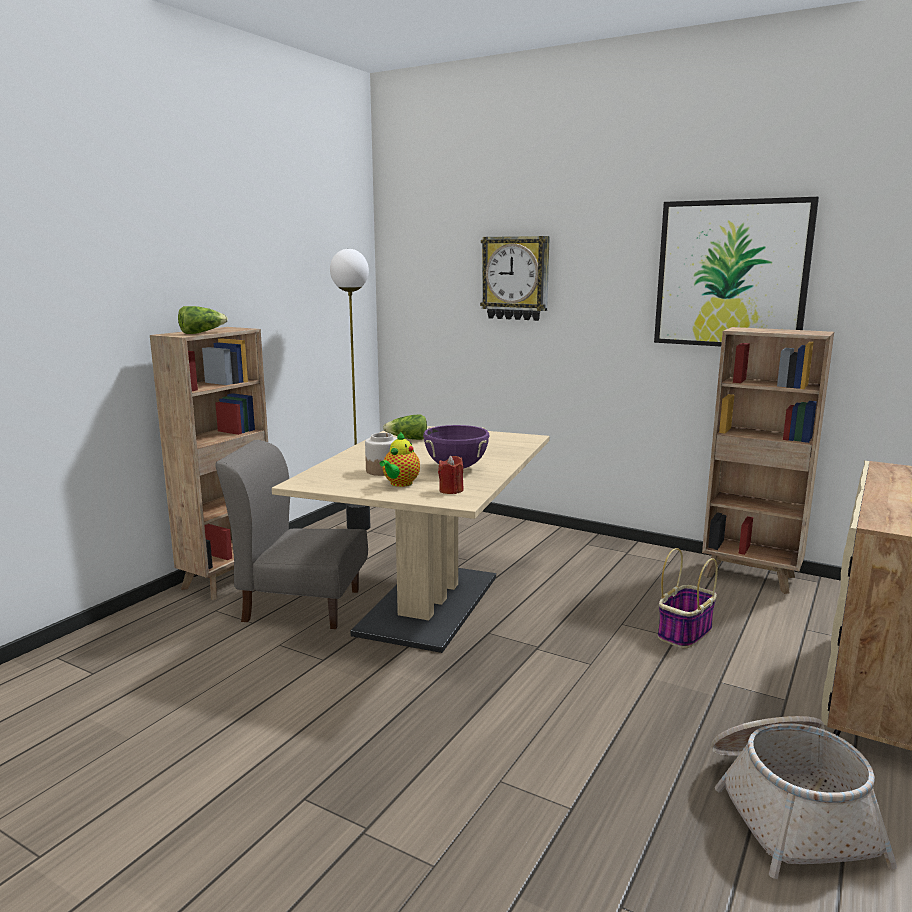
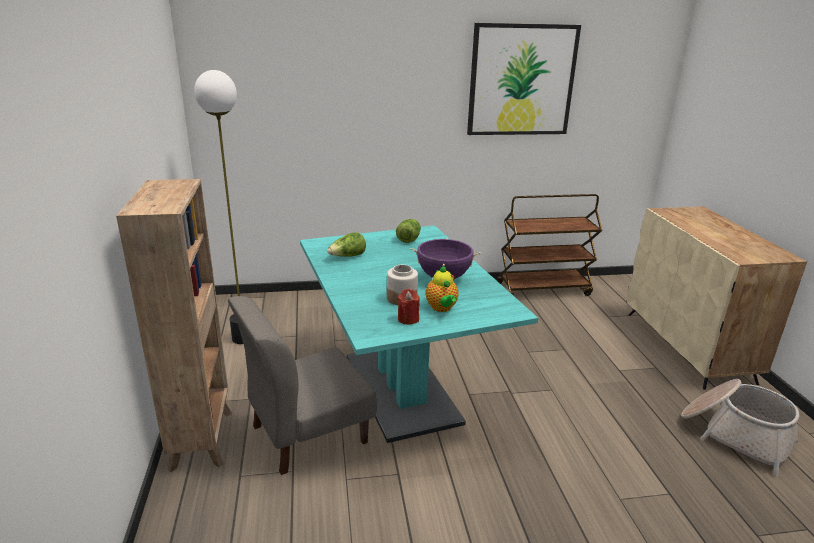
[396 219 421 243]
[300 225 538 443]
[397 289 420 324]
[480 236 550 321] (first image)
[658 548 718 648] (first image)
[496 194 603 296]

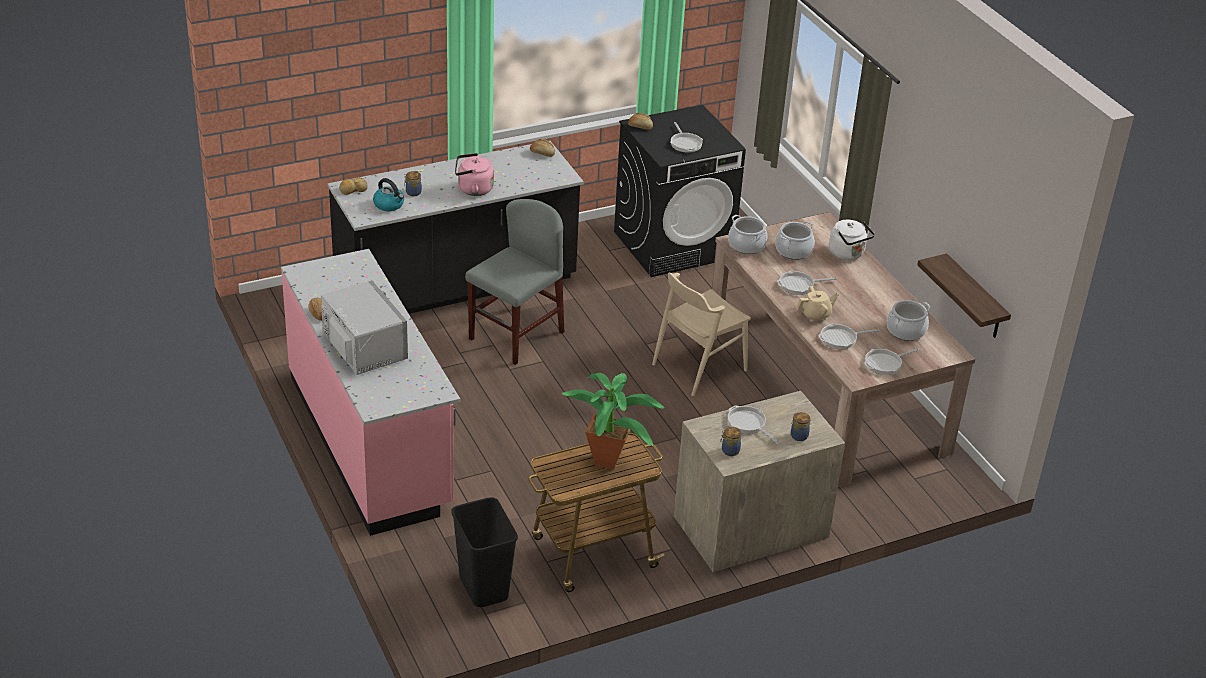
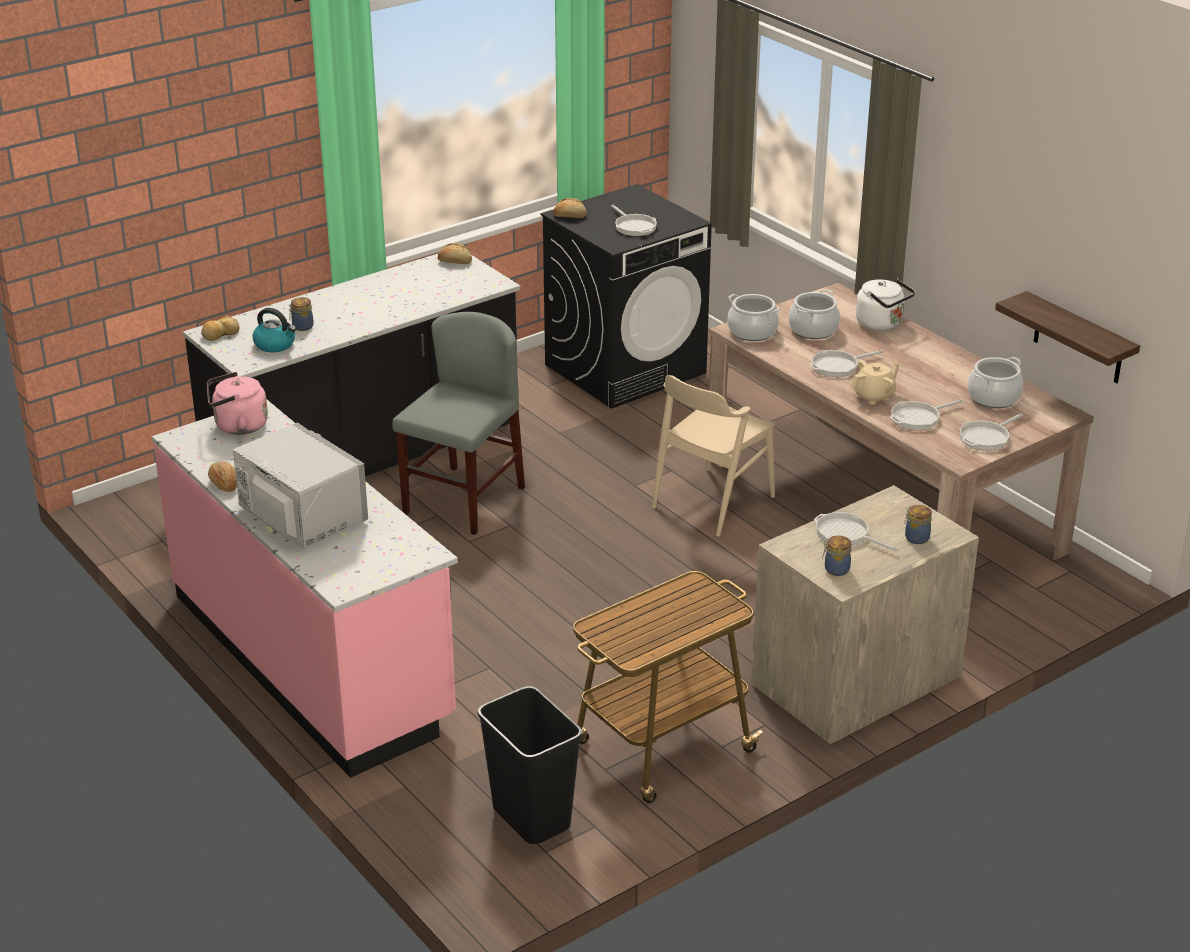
[207 372 268 435]
[561 373 664 470] (first image)

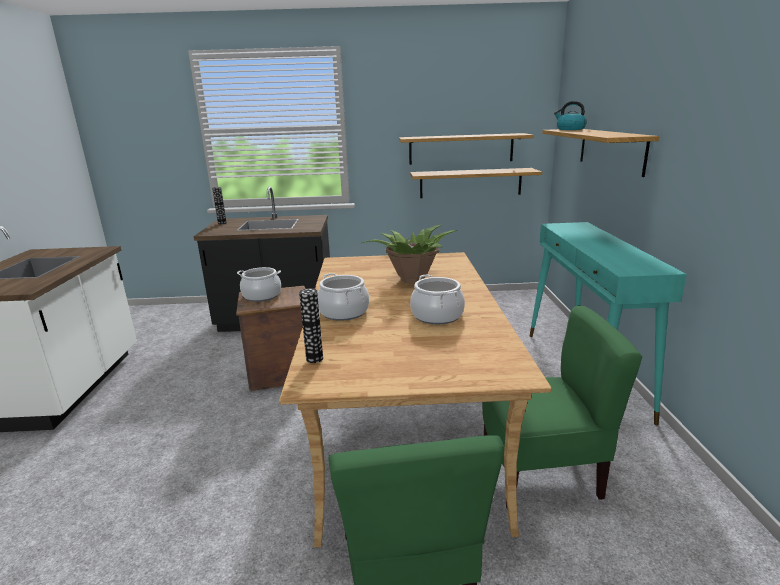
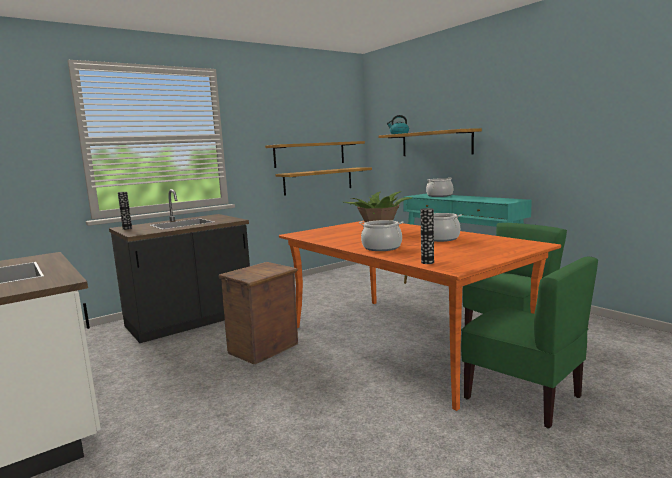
[426 178 453 197]
[279 221 561 411]

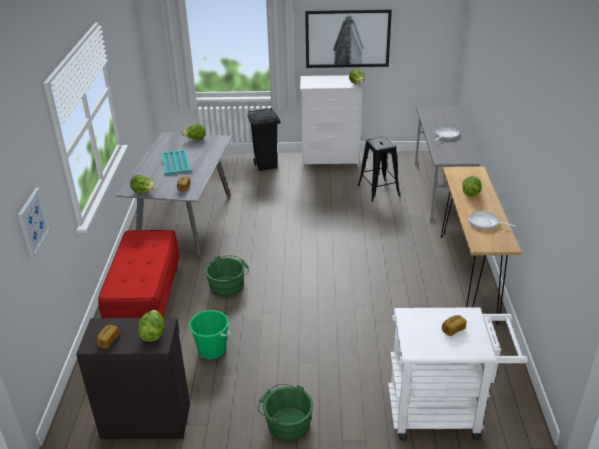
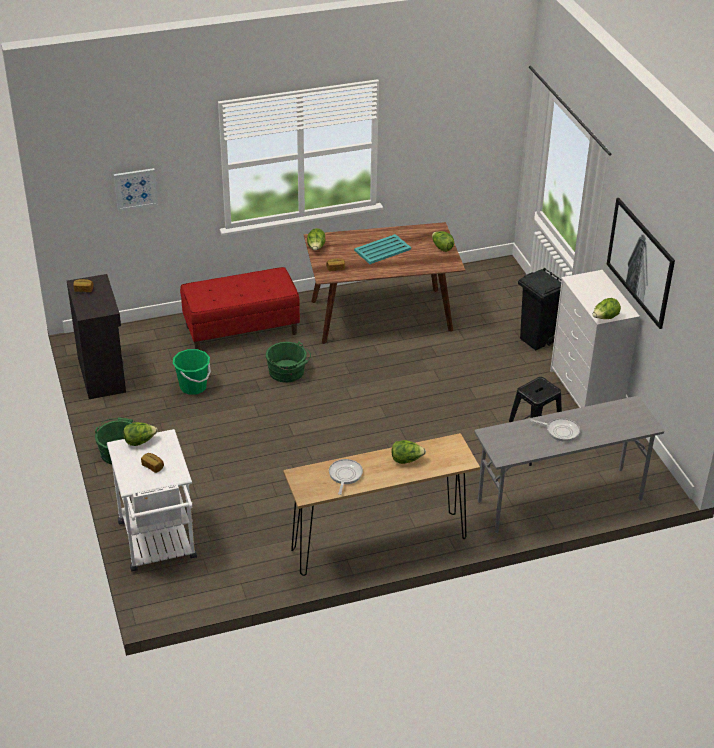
[304 222 466 344]
[123 422 158 446]

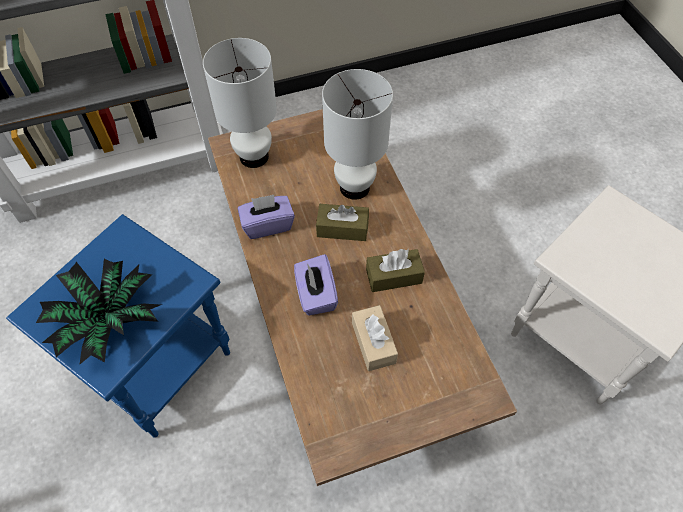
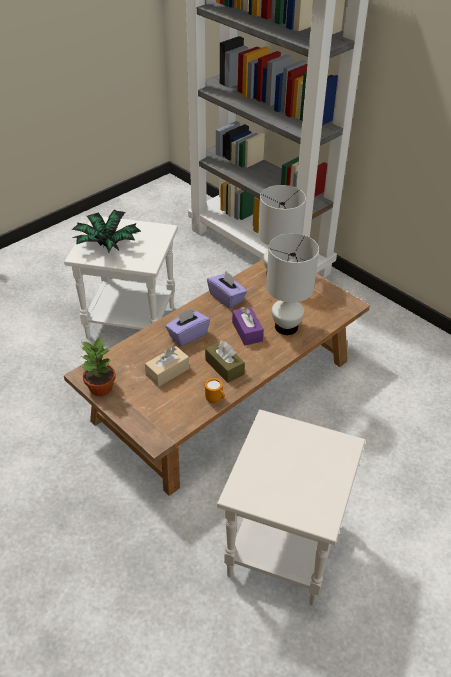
[64 216 178 339]
[232 307 264 346]
[81 336 116 396]
[205 378 225 404]

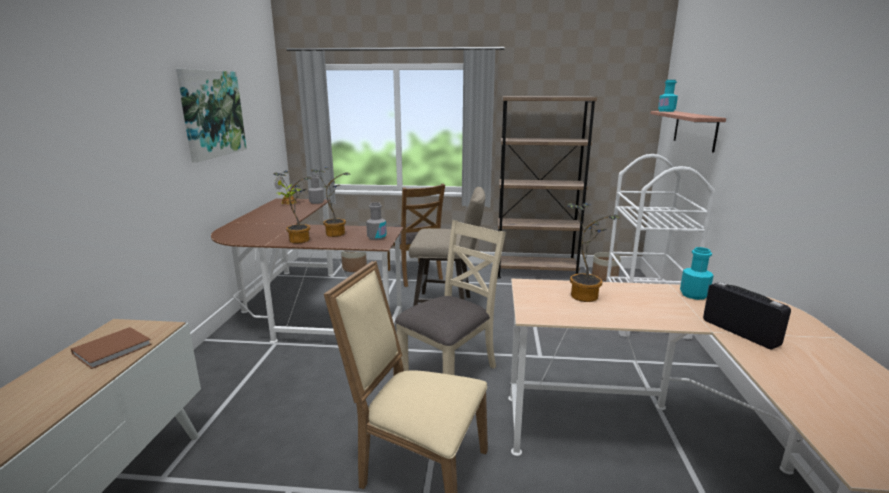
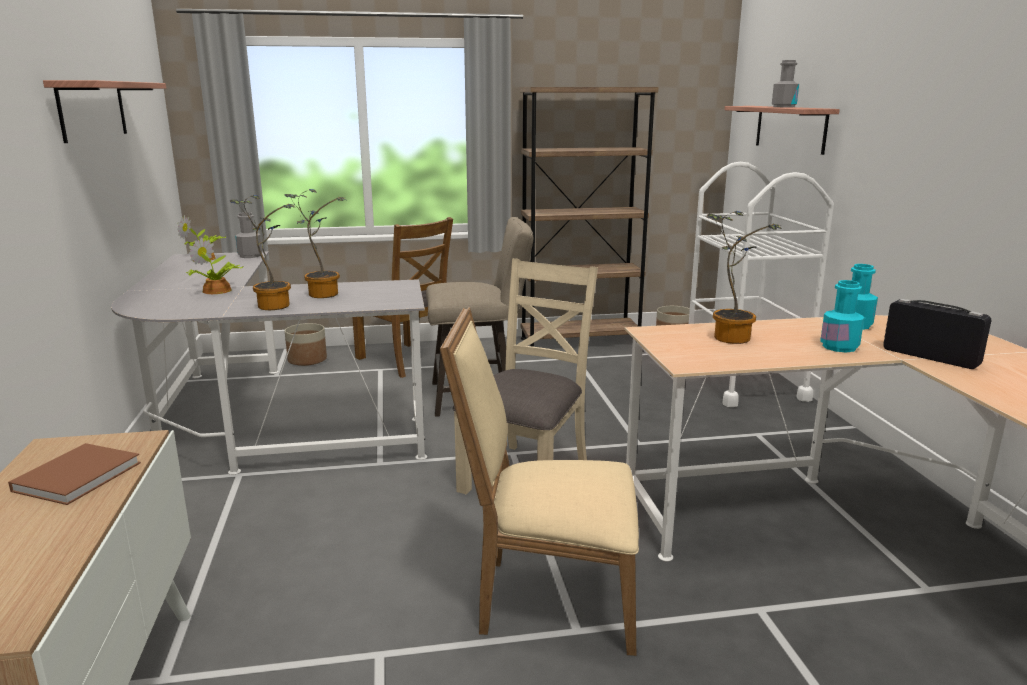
[43 80 166 143]
[111 251 427 475]
[772 60 799 107]
[820 280 864 353]
[186 237 243 294]

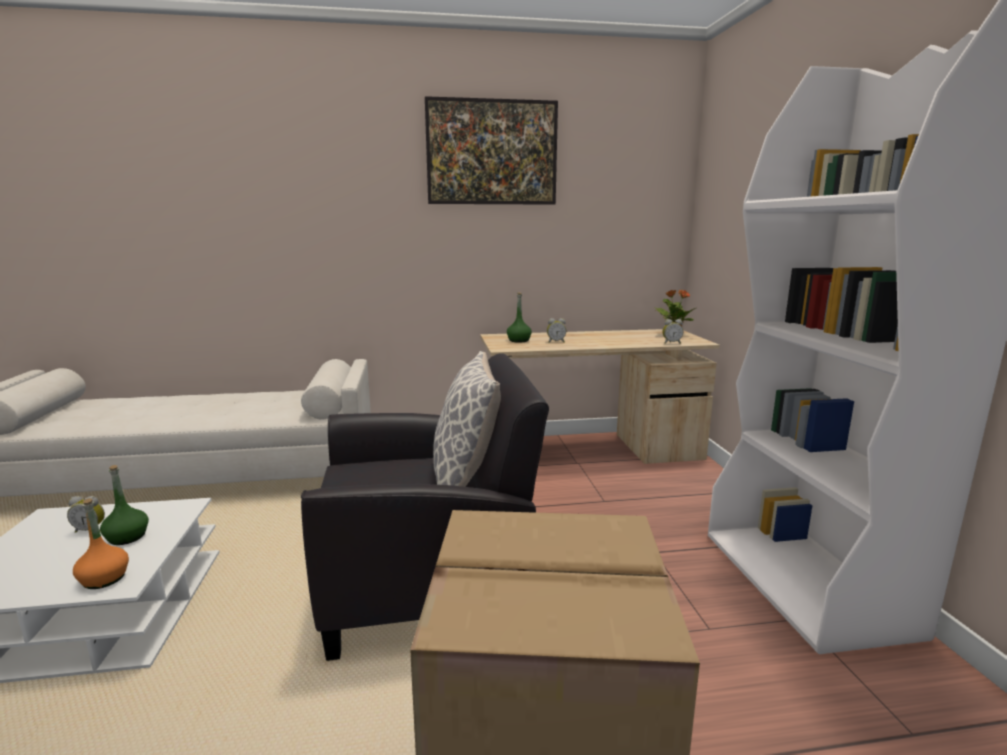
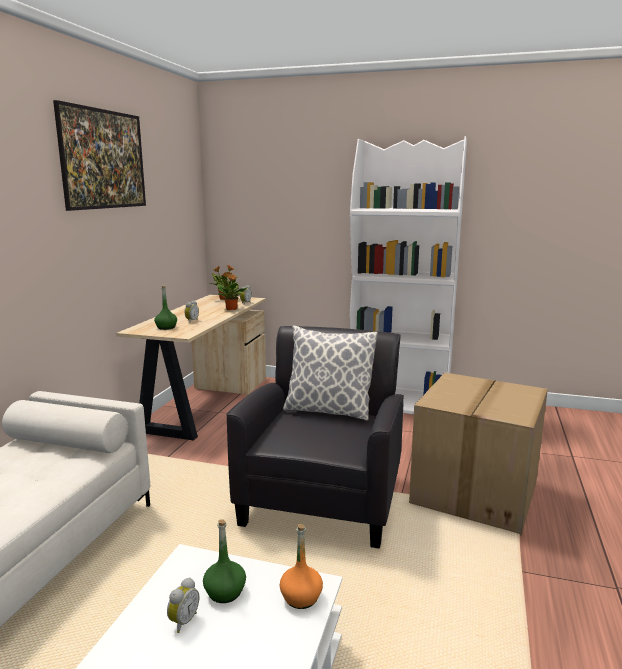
[217 272 248 310]

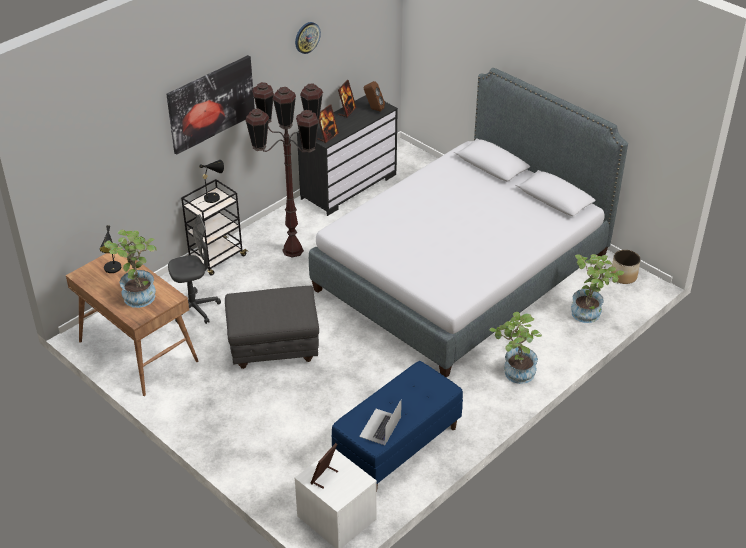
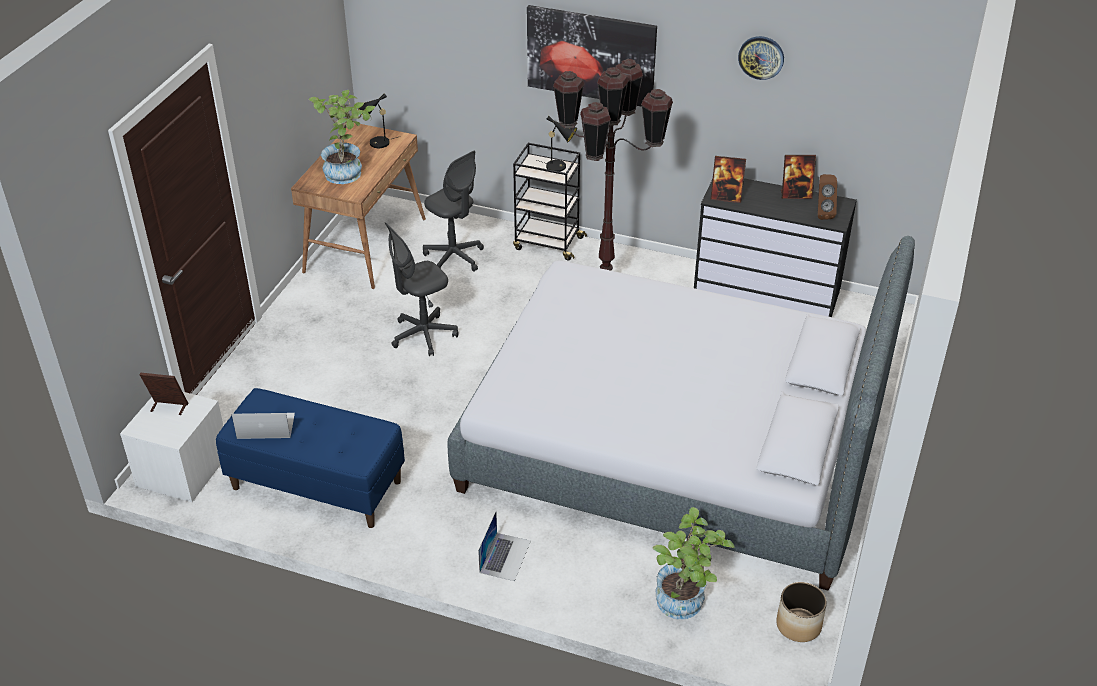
[385 222 459 356]
[478 511 531 581]

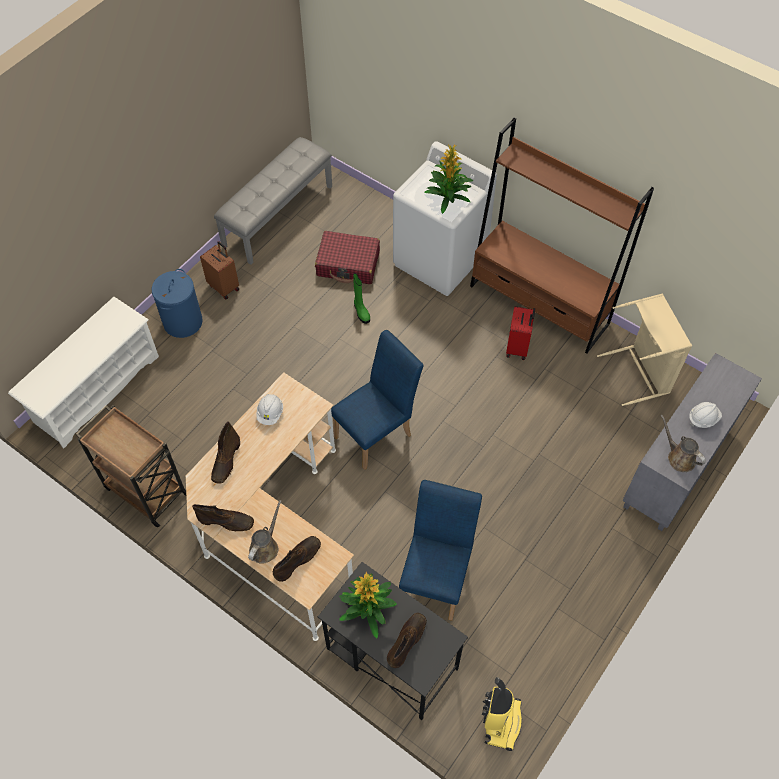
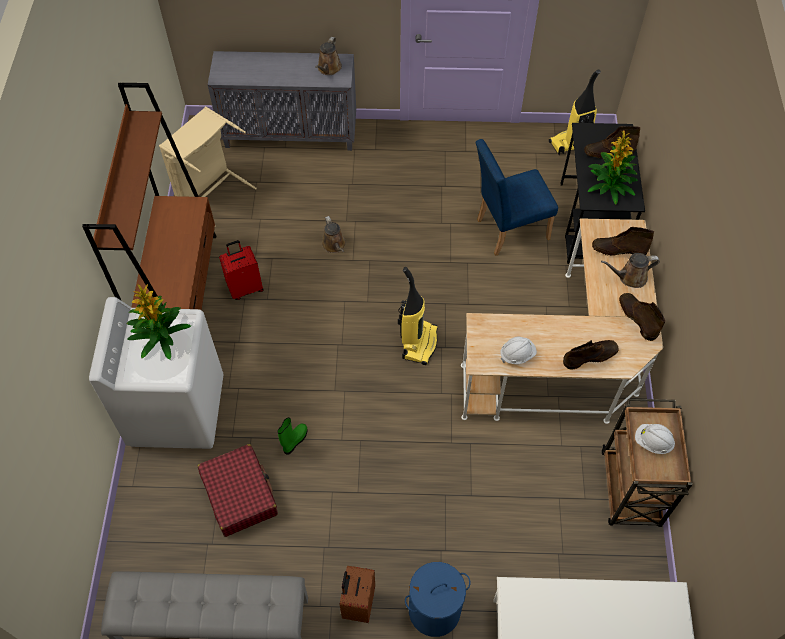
[398 267 438 365]
[635 424 675 454]
[322 216 346 253]

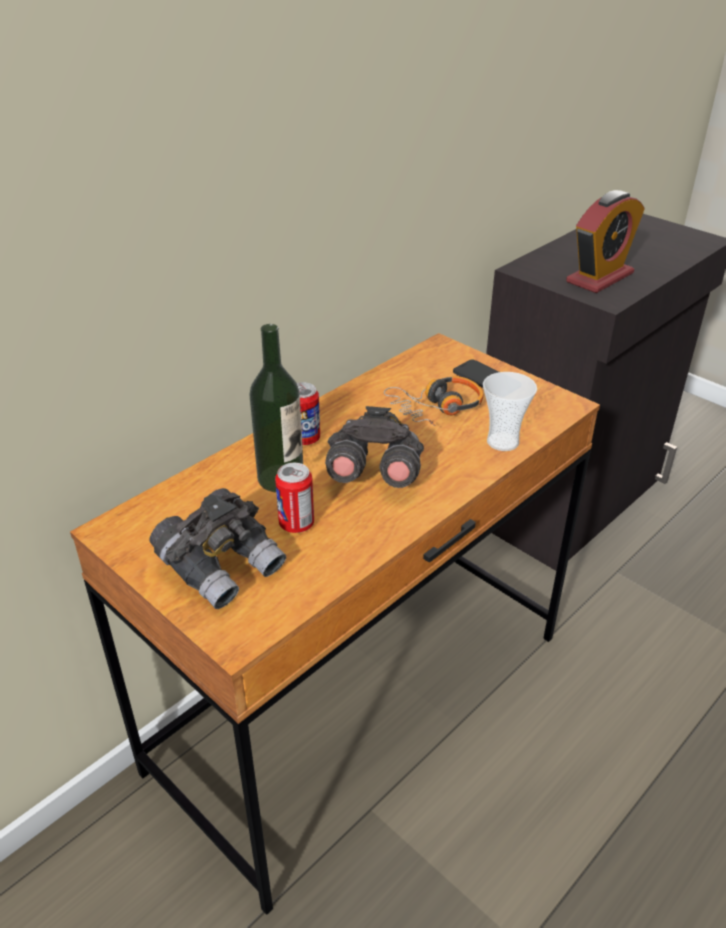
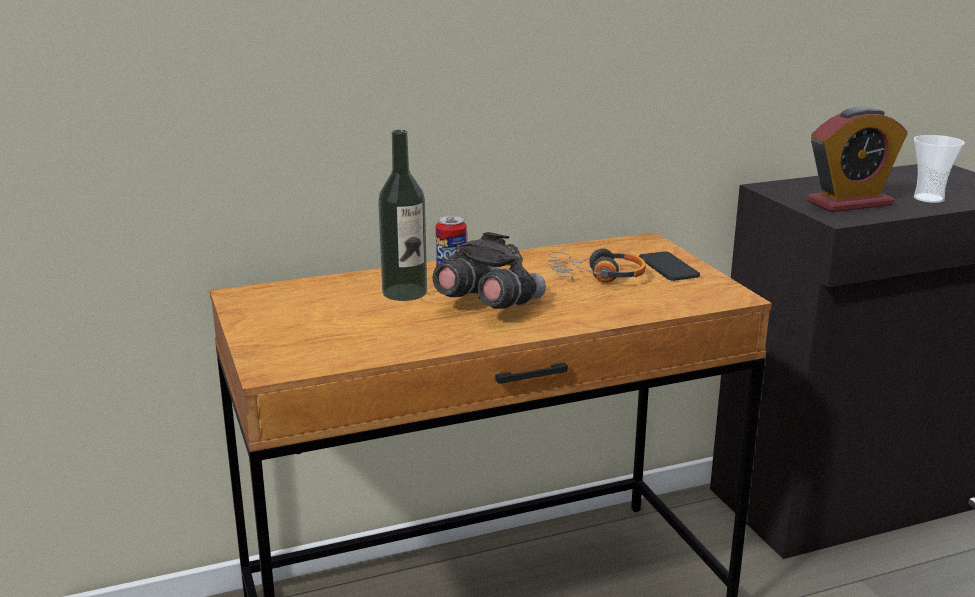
[149 488 286 609] (first image)
[275 463 314 533] (first image)
[914 135 964 203]

